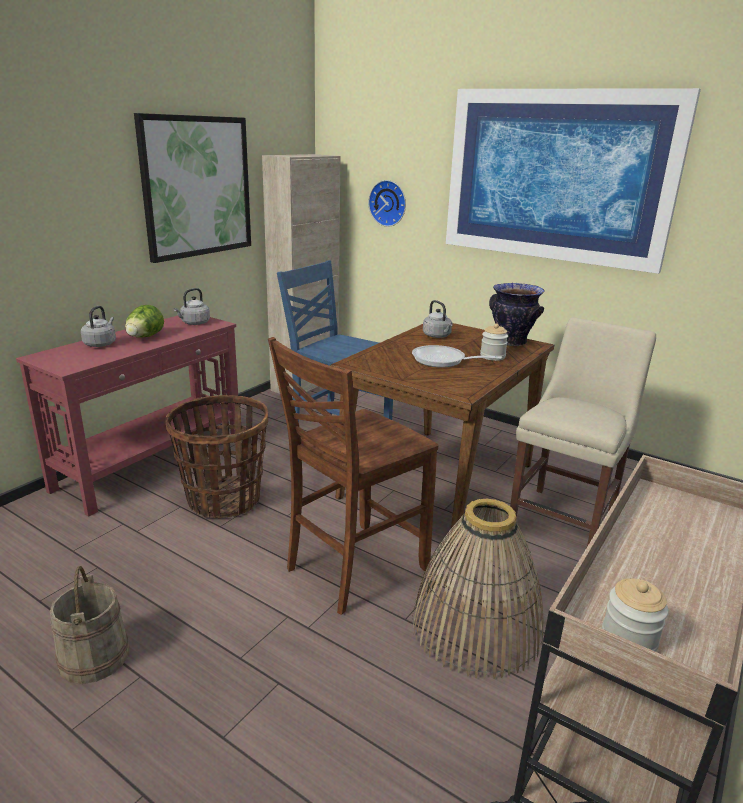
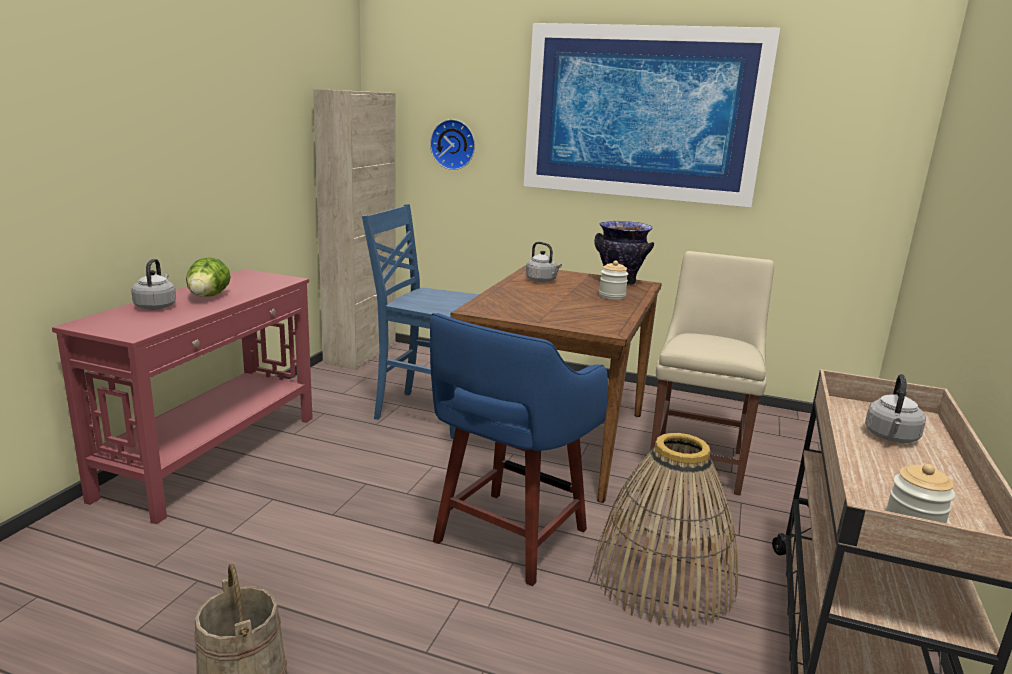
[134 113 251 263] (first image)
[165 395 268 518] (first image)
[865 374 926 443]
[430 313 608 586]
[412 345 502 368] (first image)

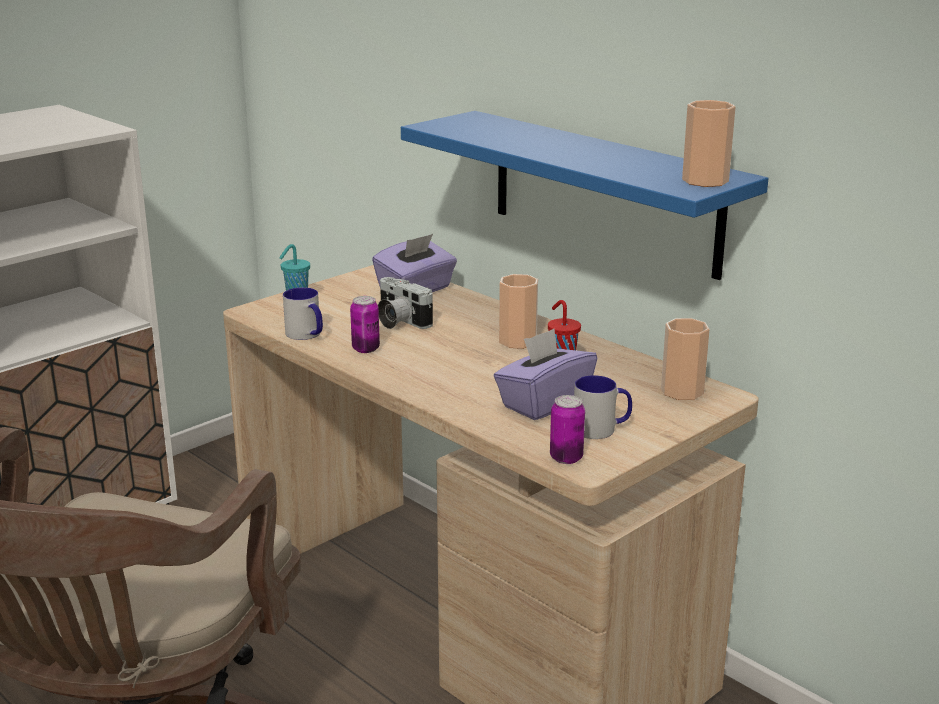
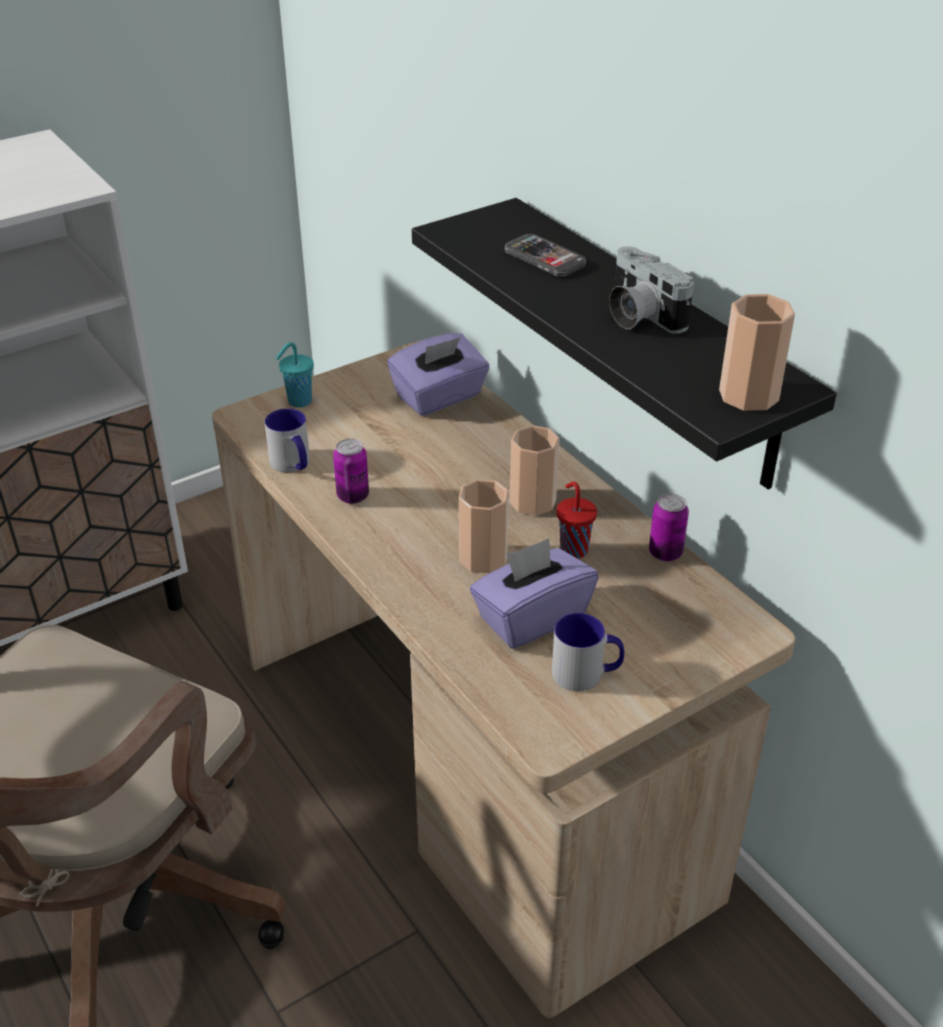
[609 246 694 334]
[412 198 837 489]
[649 494 689 562]
[459 479 509 573]
[505 234 586 277]

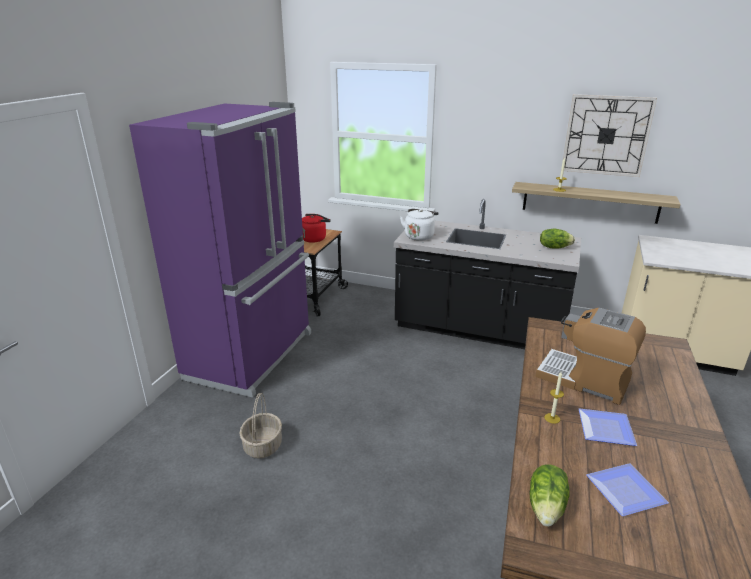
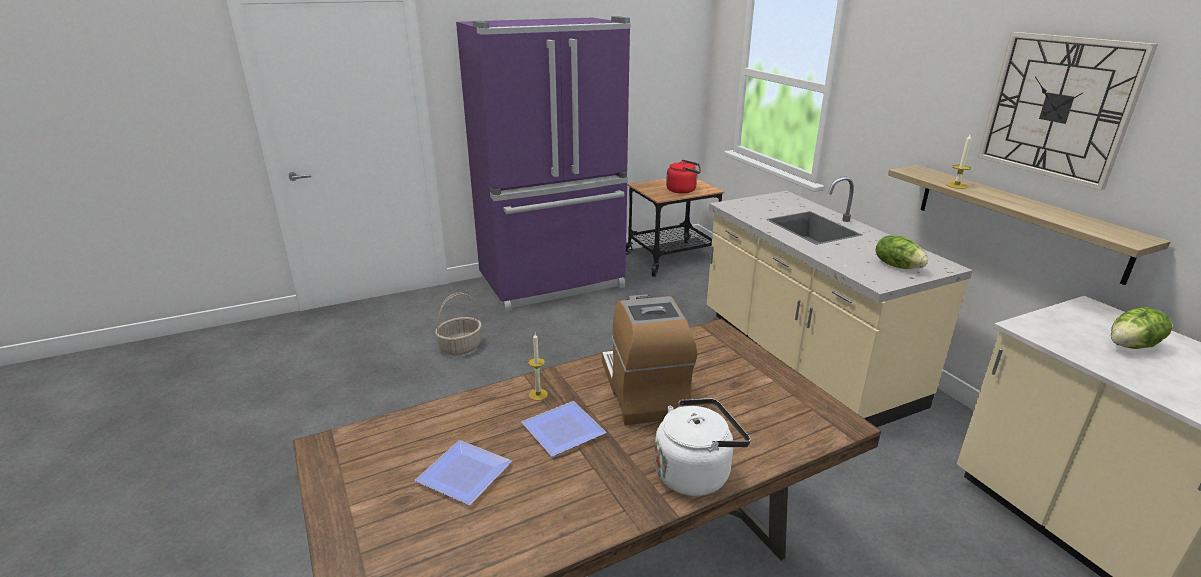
[707 176 973 427]
[654 398 751 496]
[1111 307 1173 349]

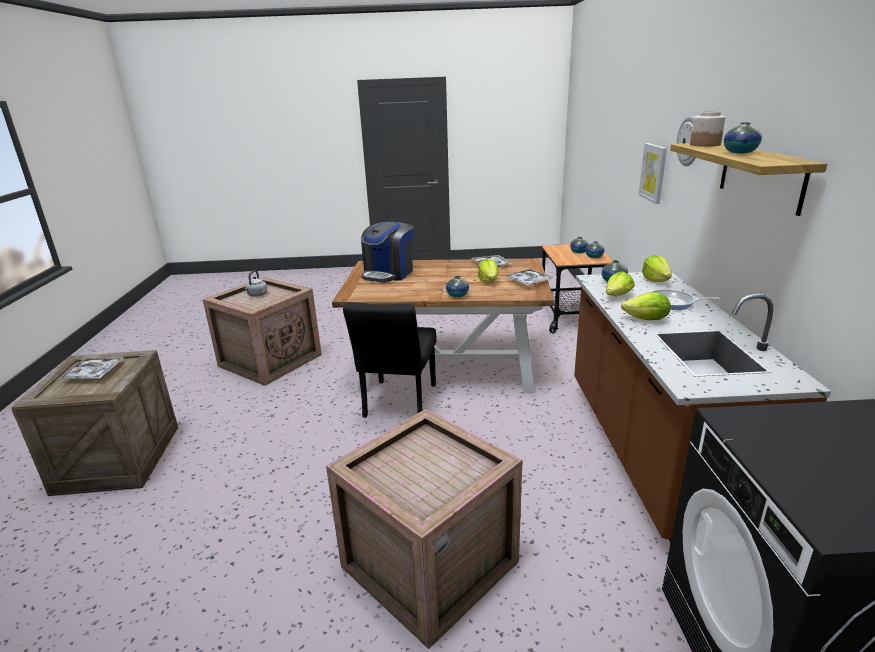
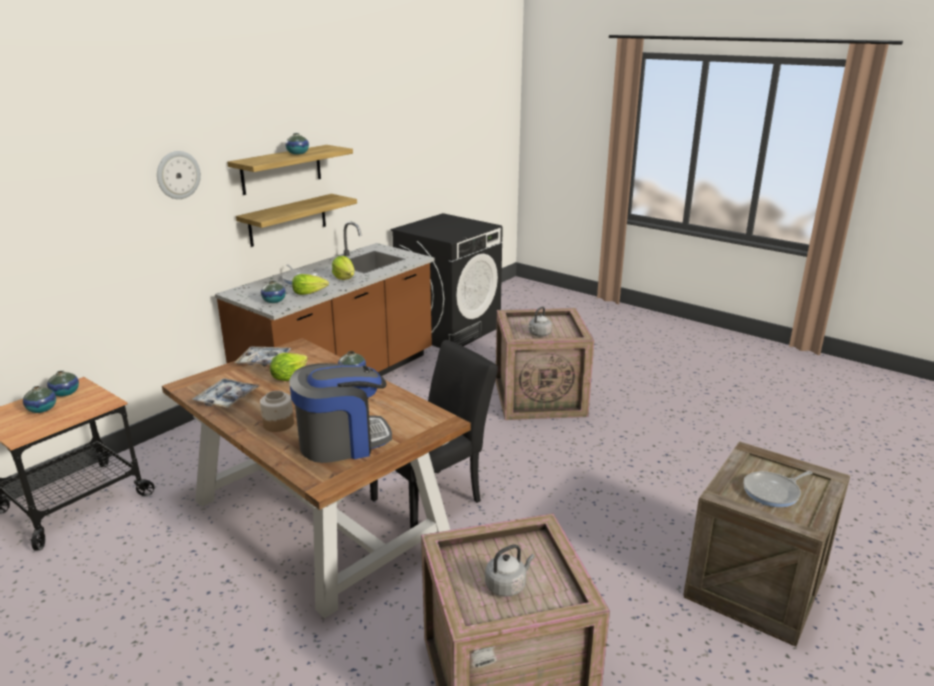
[743 471 813 507]
[639 143 667 204] (first image)
[642 255 672 282] (first image)
[260 391 294 432]
[236 194 357 247]
[529 306 552 337]

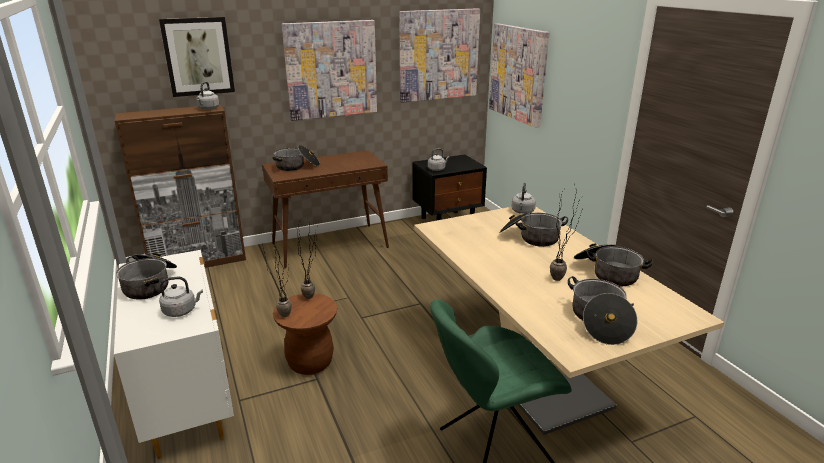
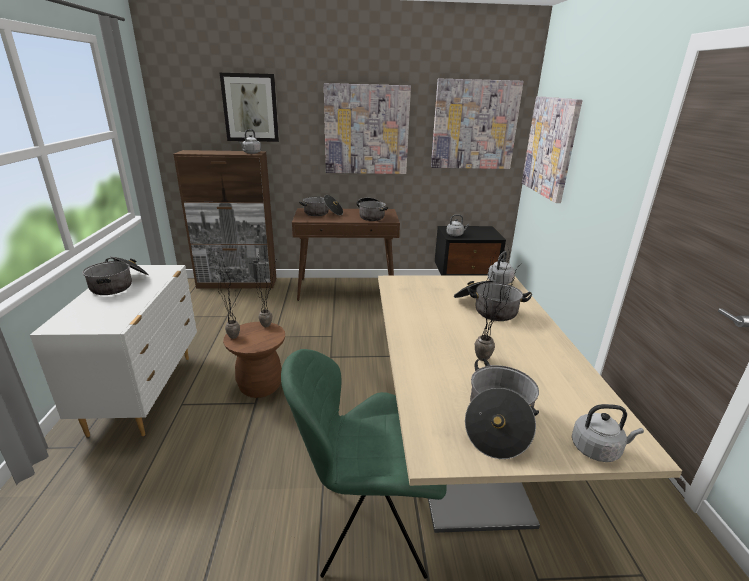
[572 404 644 462]
[356 198 388 221]

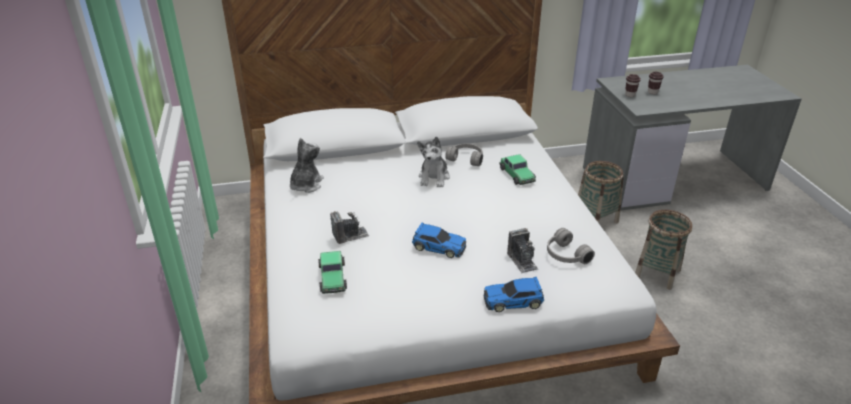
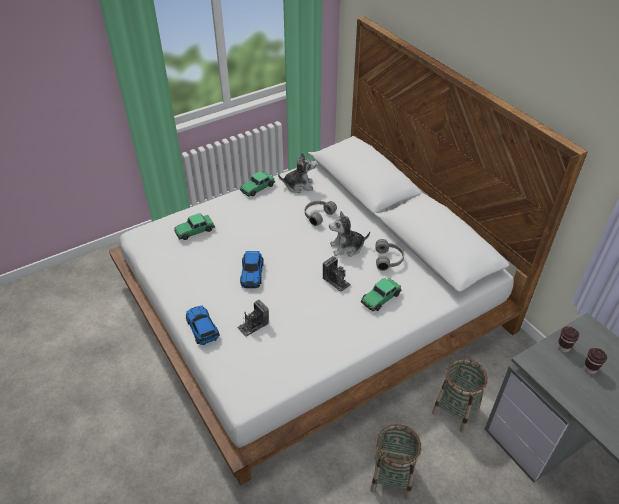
[323 256 351 292]
[305 201 337 226]
[240 171 275 197]

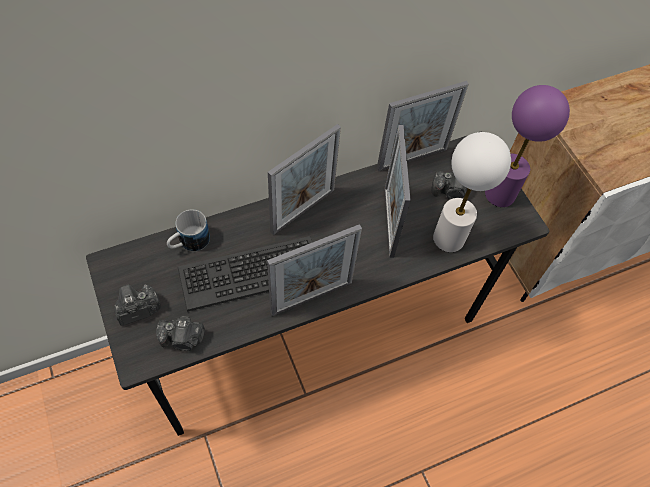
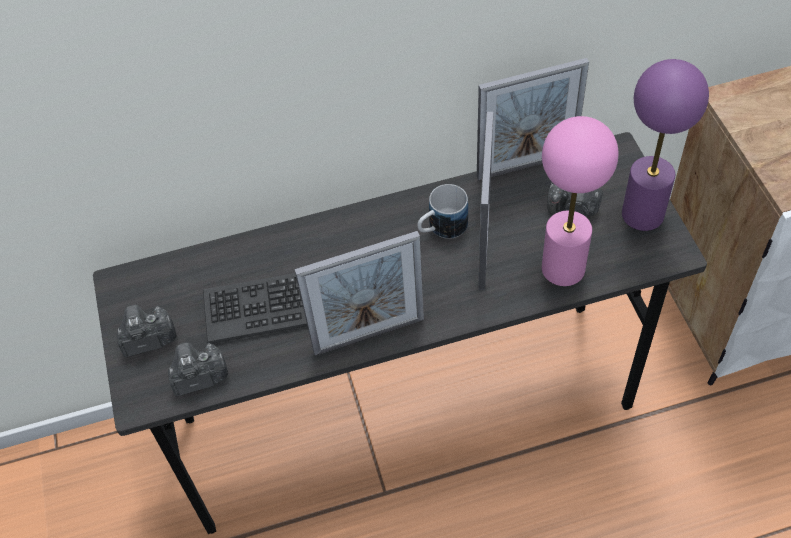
[168 342 228 396]
[417 184 468 239]
[268 124 341 235] (first image)
[542 116 619 286]

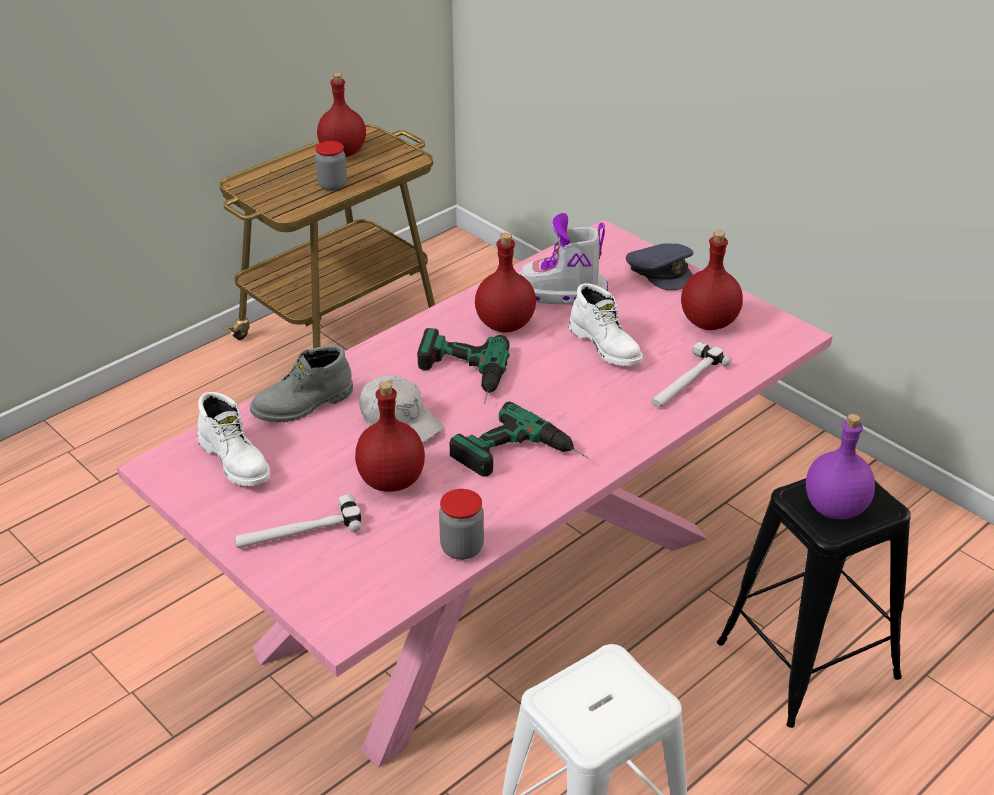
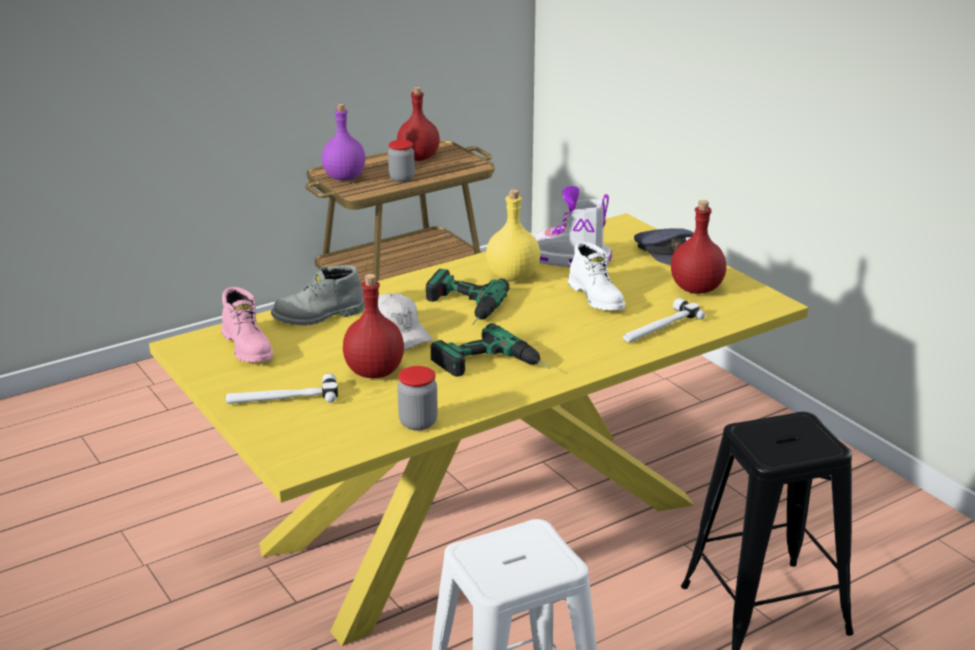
[149 213 808 646]
[221 287 273 362]
[486 189 540 281]
[322 104 365 180]

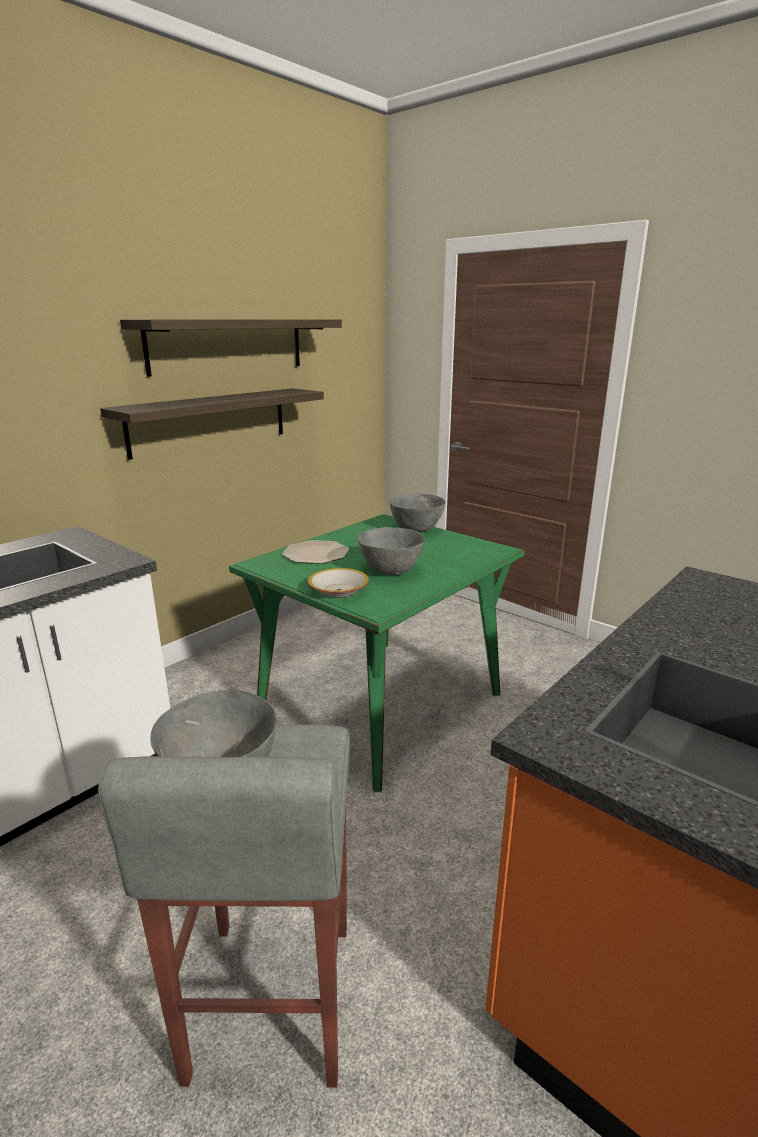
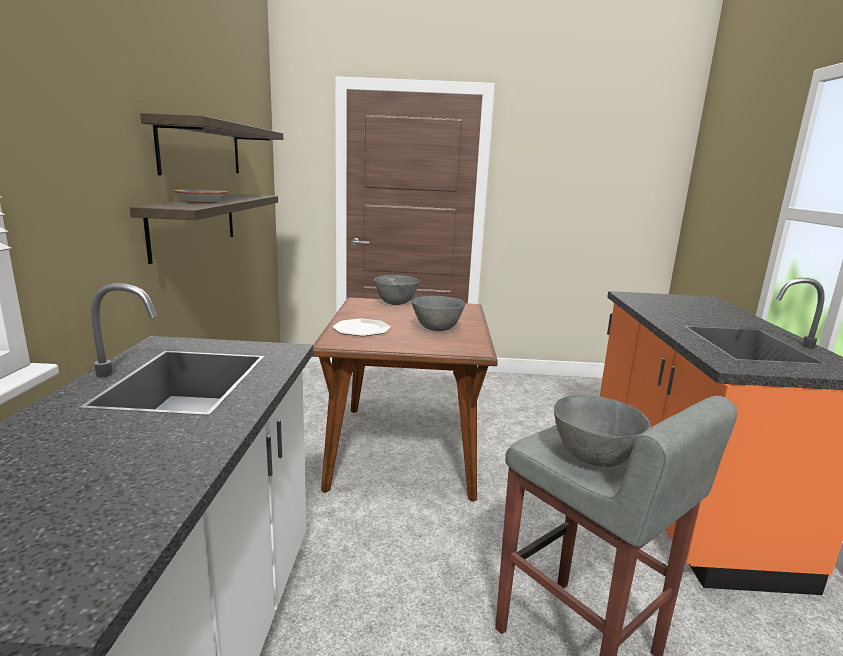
[312 298 498 502]
[173 189 228 203]

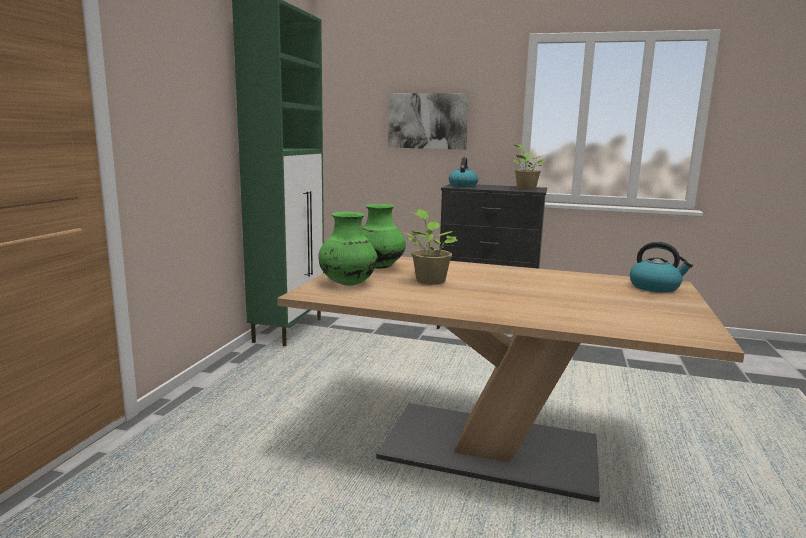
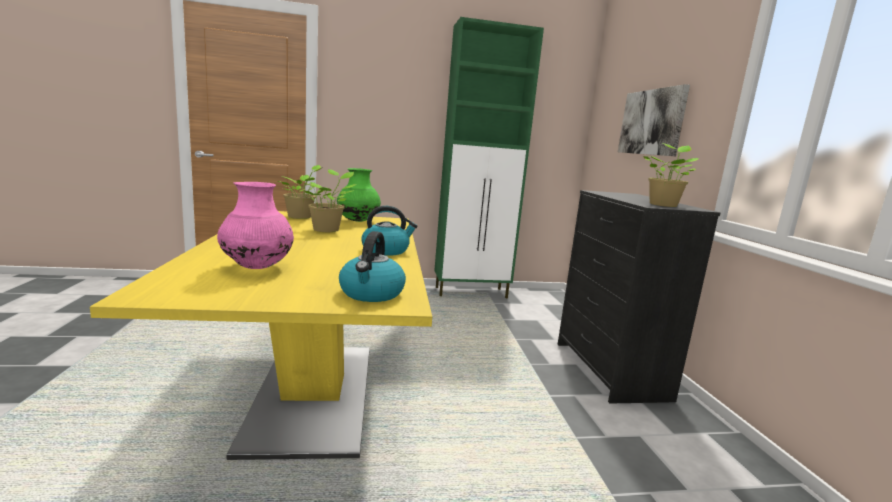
[90 211 432 460]
[278 165 323 219]
[361 206 417 256]
[217 182 294 269]

